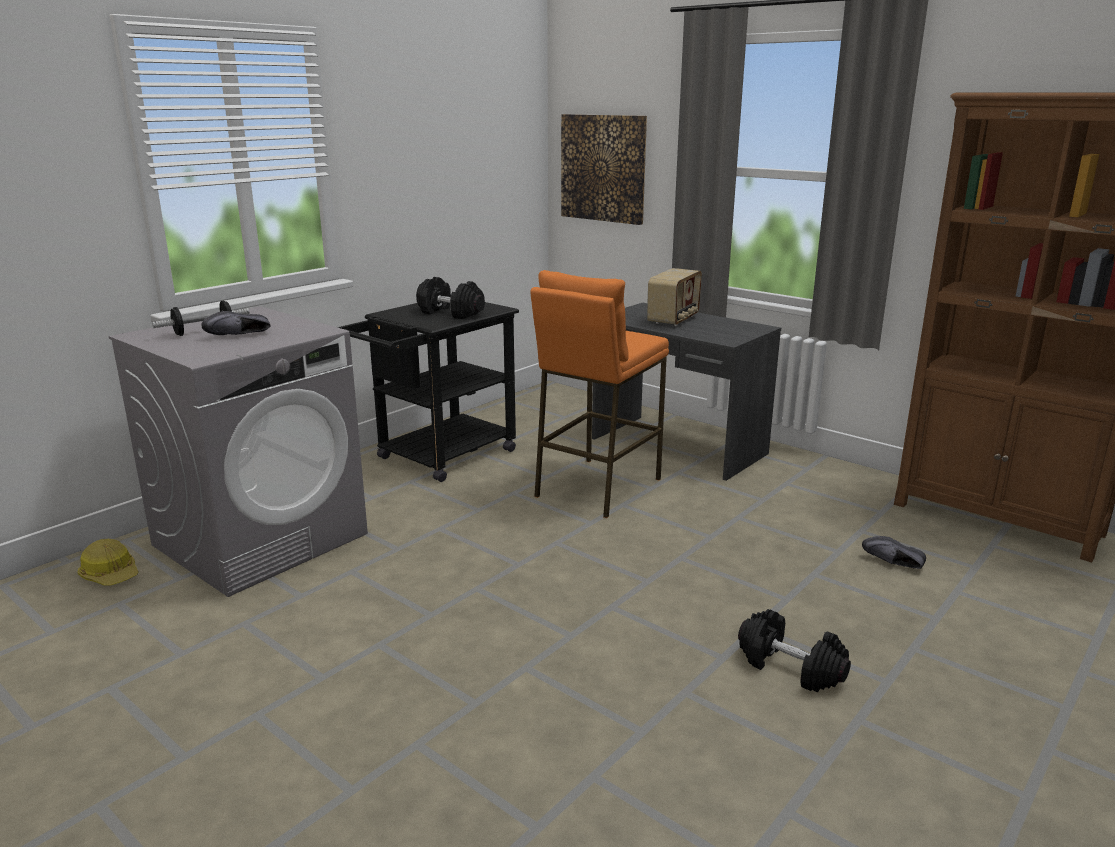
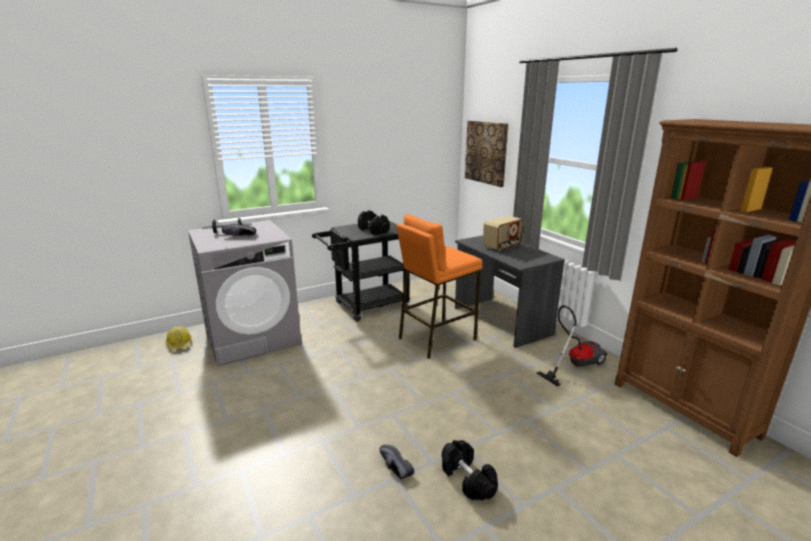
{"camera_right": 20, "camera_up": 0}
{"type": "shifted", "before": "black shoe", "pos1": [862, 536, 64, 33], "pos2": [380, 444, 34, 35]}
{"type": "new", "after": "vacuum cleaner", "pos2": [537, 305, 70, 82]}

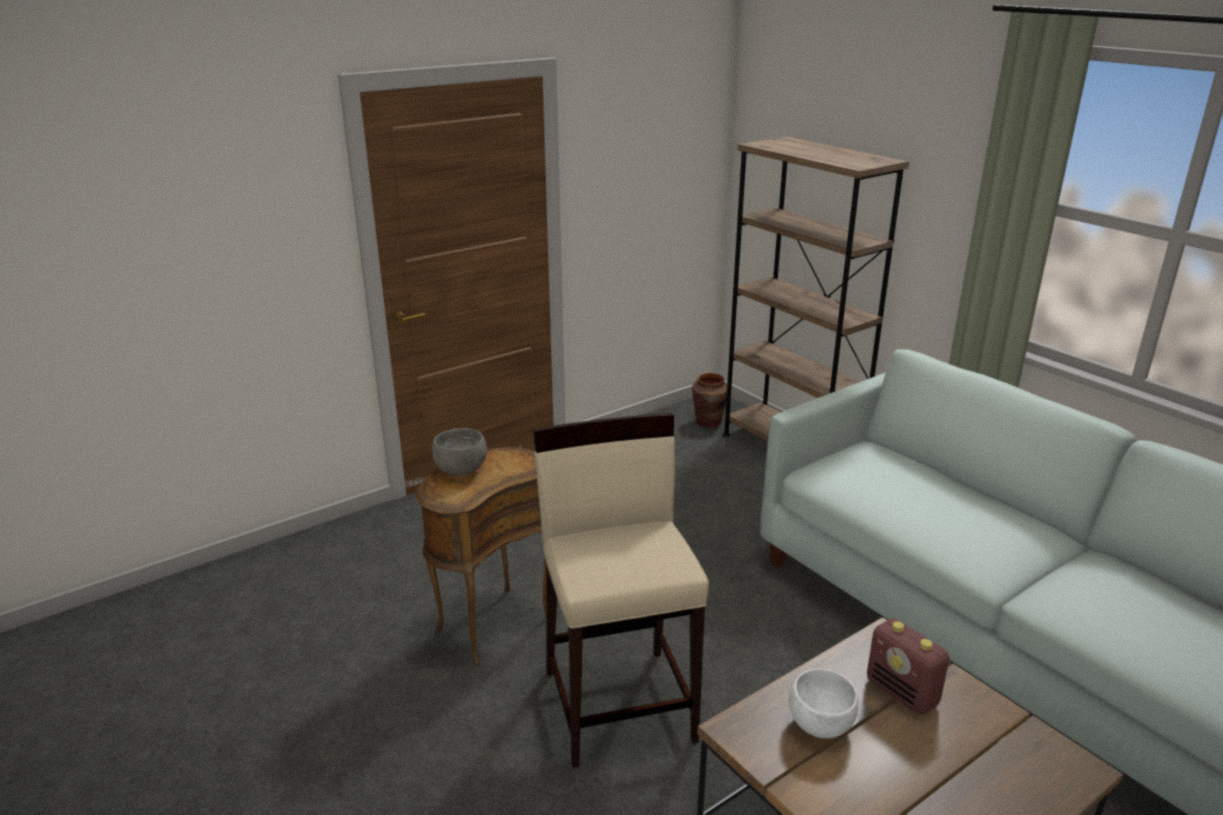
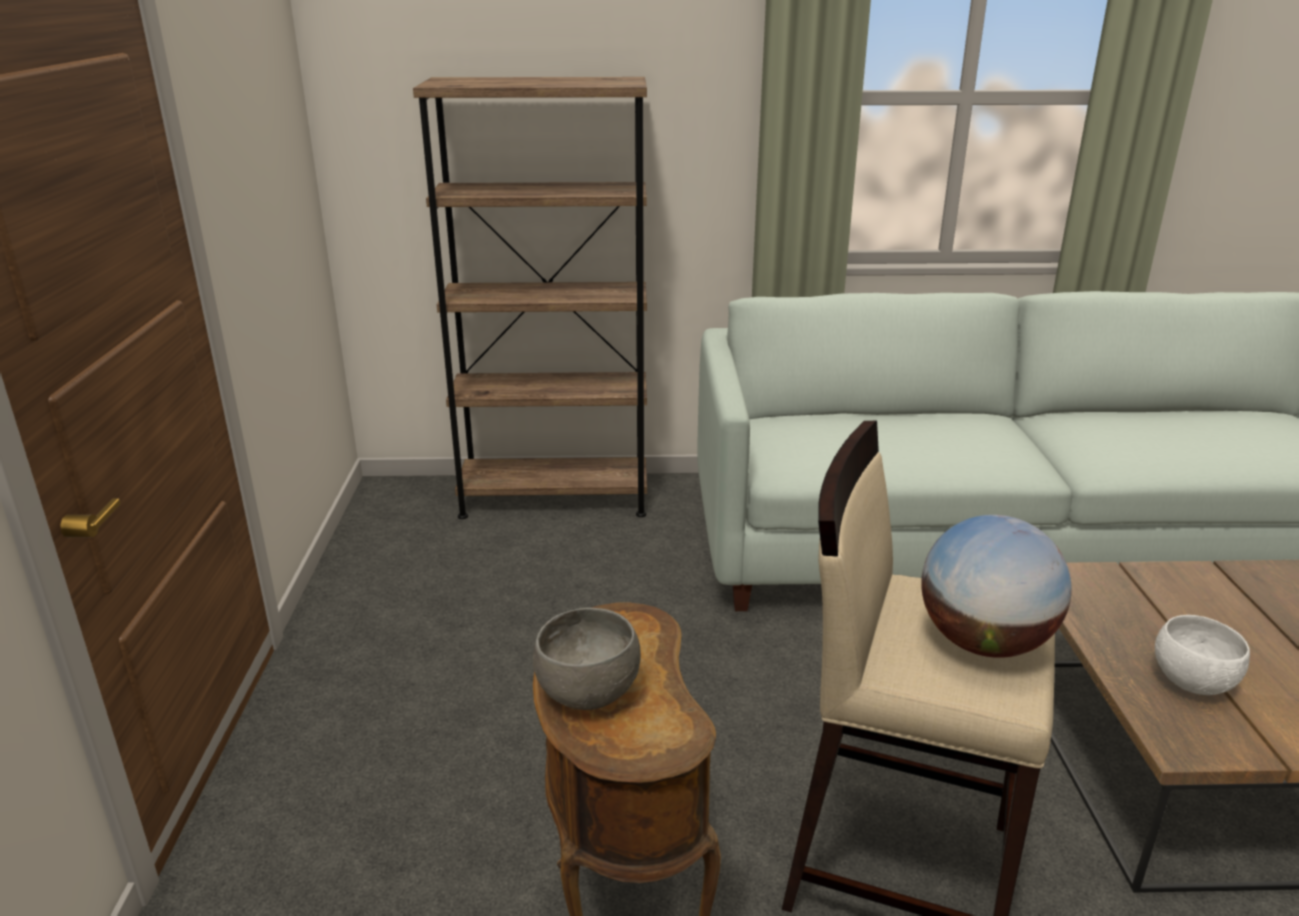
{"camera_right": -55, "camera_up": 0}
{"type": "new", "after": "globe", "pos2": [921, 515, 150, 143]}
{"type": "gone", "before": "brown vase", "pos1": [692, 373, 35, 55]}
{"type": "gone", "before": "radio", "pos1": [867, 618, 82, 97]}

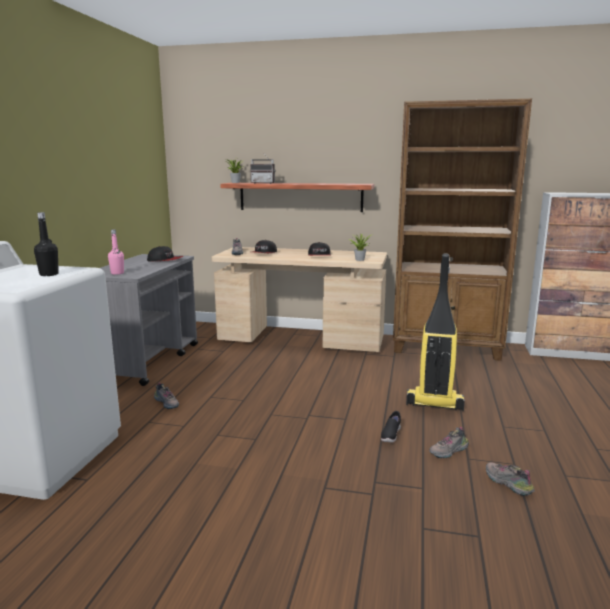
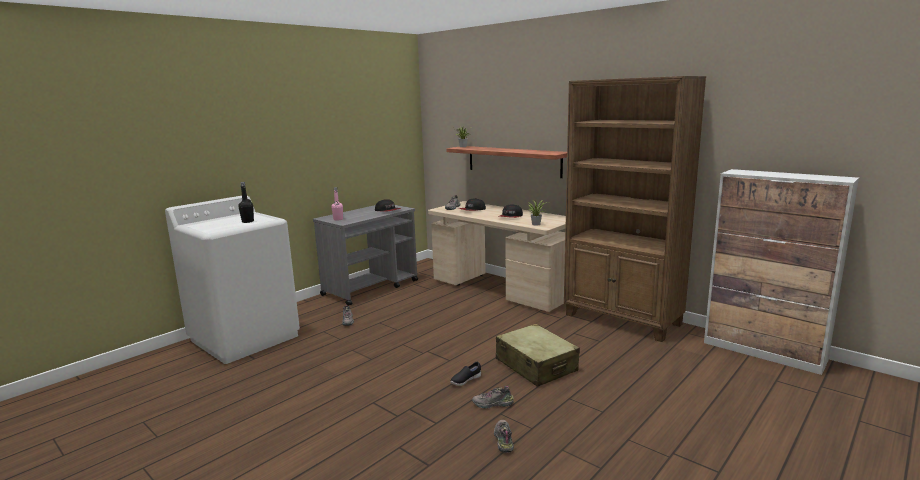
{"camera_right": 30, "camera_up": 0}
{"type": "swapped", "before": "vacuum cleaner", "after": "beige suitcase", "pos1": [406, 253, 59, 158], "pos2": [496, 324, 84, 63]}
{"type": "gone", "before": "radio", "pos1": [250, 154, 26, 30]}

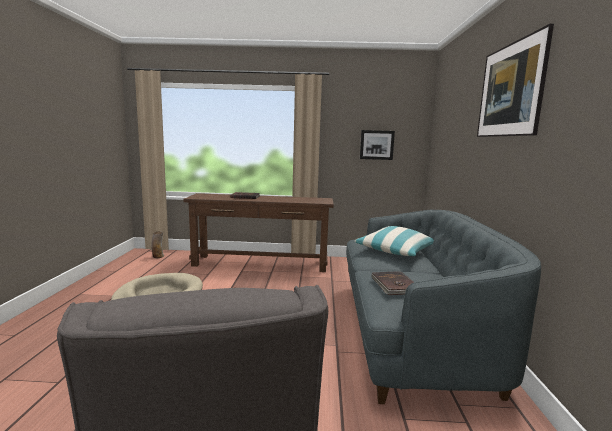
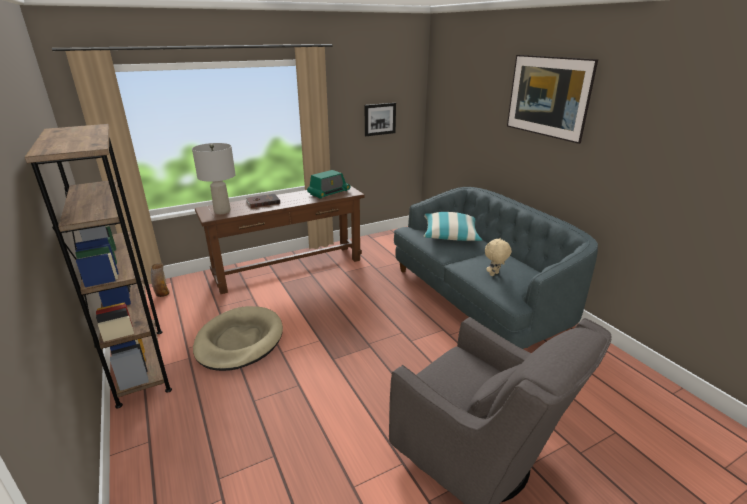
{"camera_right": -30, "camera_up": 15}
{"type": "new", "after": "brown bookcase", "pos2": [25, 124, 147, 284]}
{"type": "new", "after": "grey table lamp", "pos2": [192, 143, 44, 71]}
{"type": "new", "after": "radio", "pos2": [307, 170, 43, 29]}
{"type": "swapped", "before": "brown book", "after": "beige plush toy", "pos1": [371, 271, 43, 24], "pos2": [485, 237, 27, 39]}

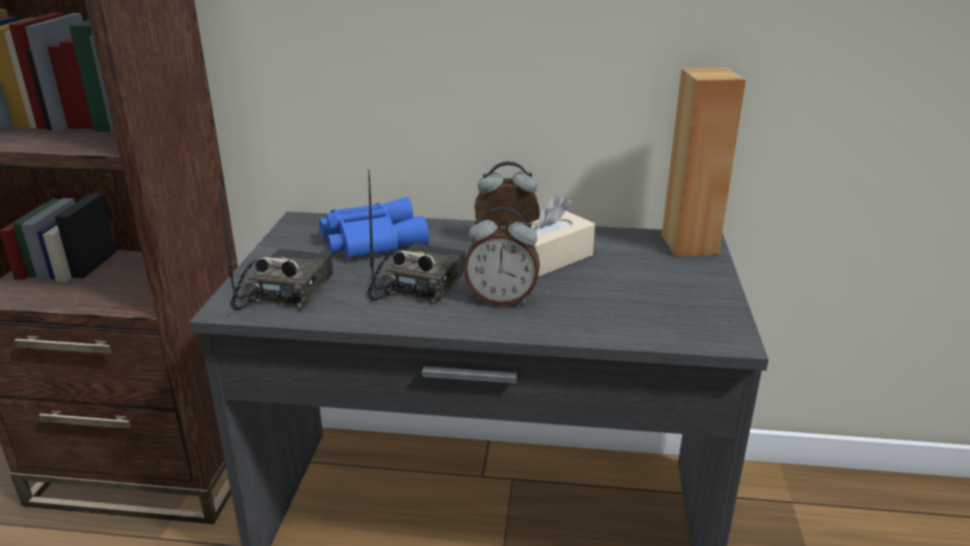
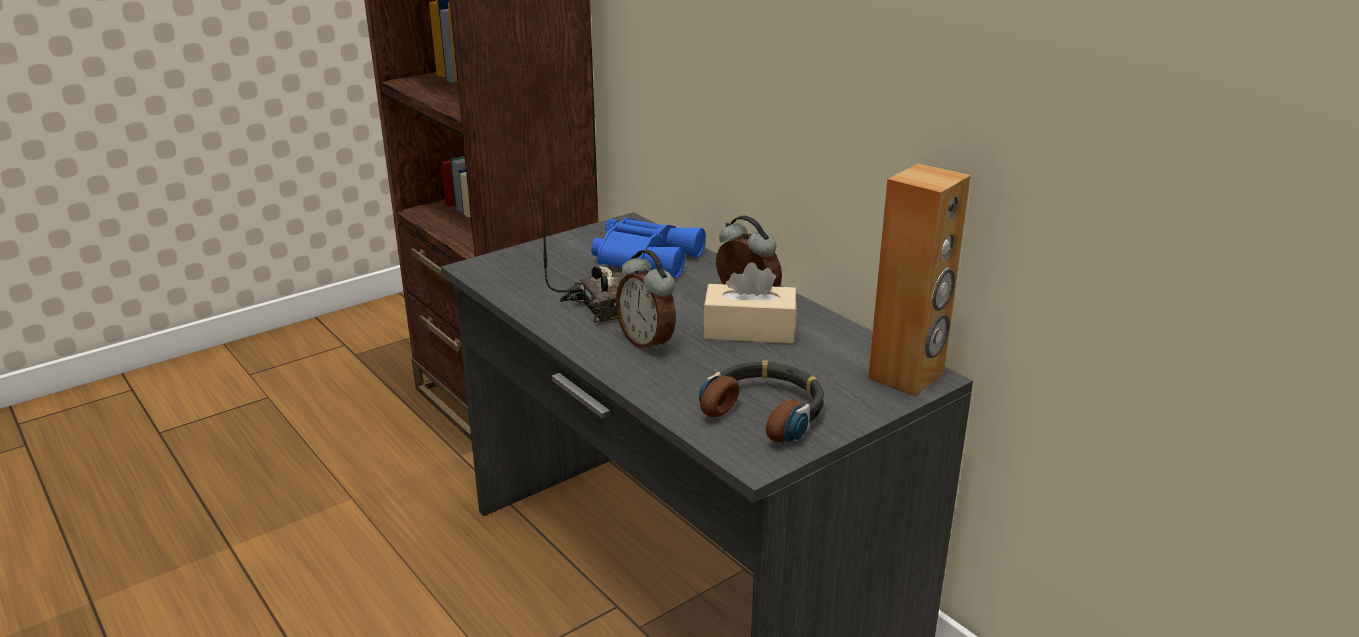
{"camera_right": 45, "camera_up": 0}
{"type": "new", "after": "headphones", "pos2": [699, 360, 125, 82]}
{"type": "gone", "before": "radio", "pos1": [218, 177, 115, 133]}

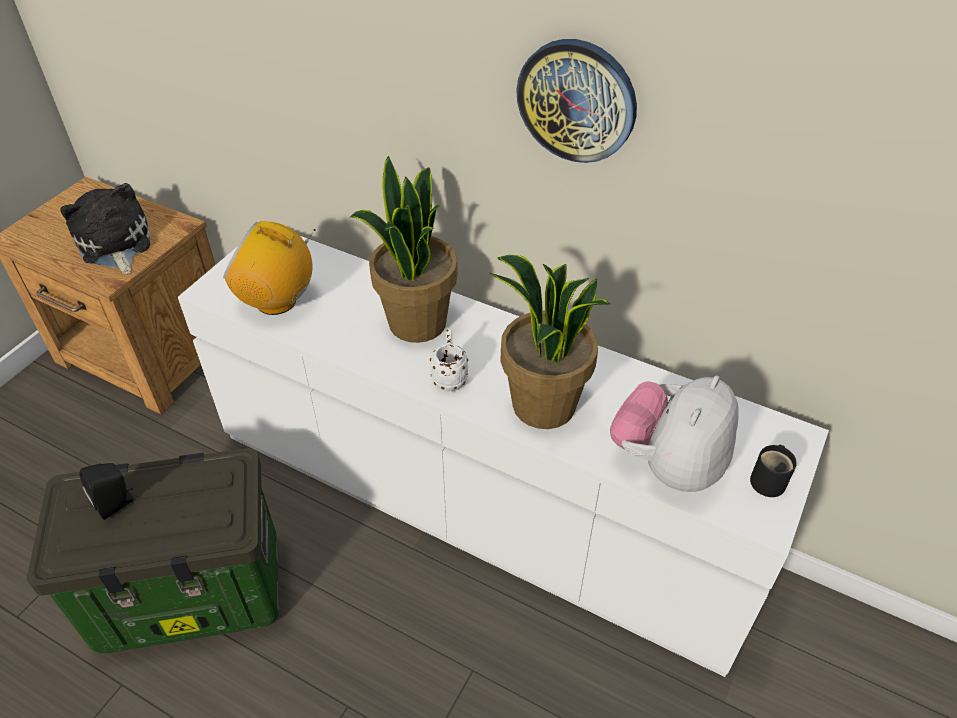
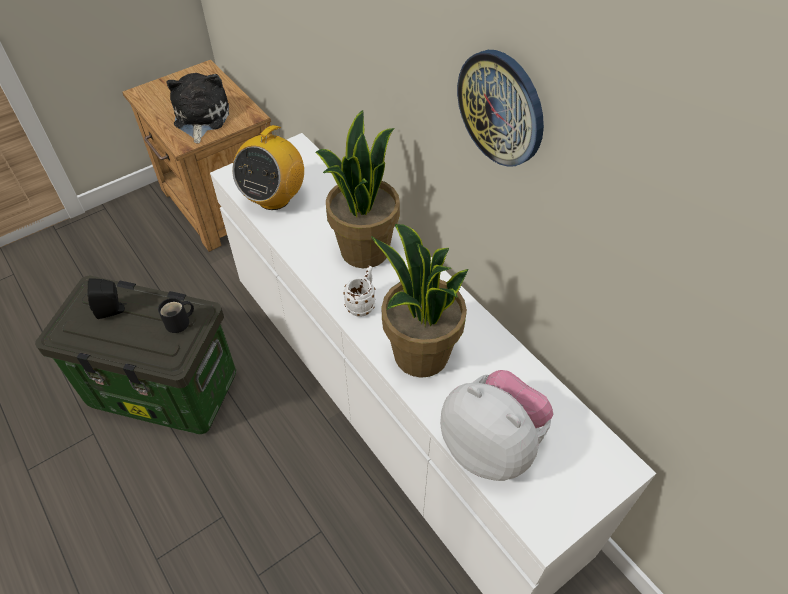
{"camera_right": 25, "camera_up": 5}
{"type": "shifted", "before": "black mug", "pos1": [750, 445, 47, 52], "pos2": [158, 298, 36, 35]}
{"type": "rotated", "before": "radio", "pos1": [223, 221, 93, 94], "pos2": [232, 121, 72, 89], "turn": -105}
{"type": "rotated", "before": "plush toy", "pos1": [610, 375, 129, 117], "pos2": [440, 370, 113, 111], "turn": 75}

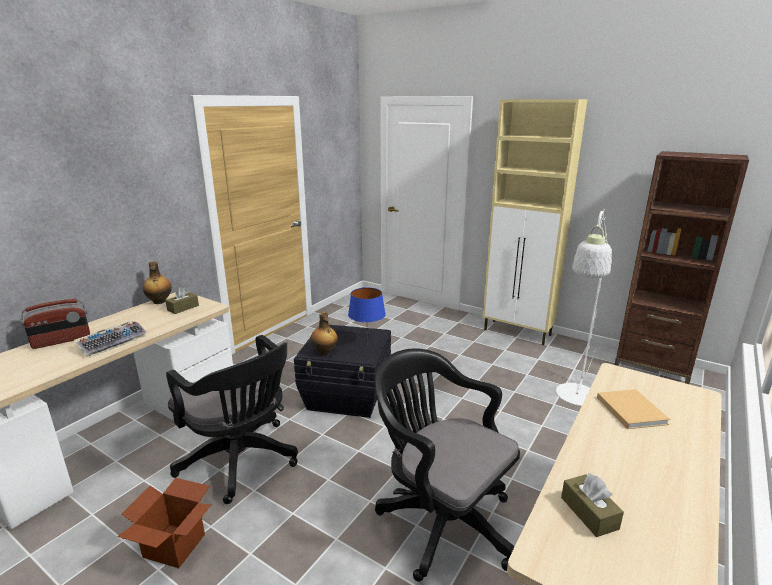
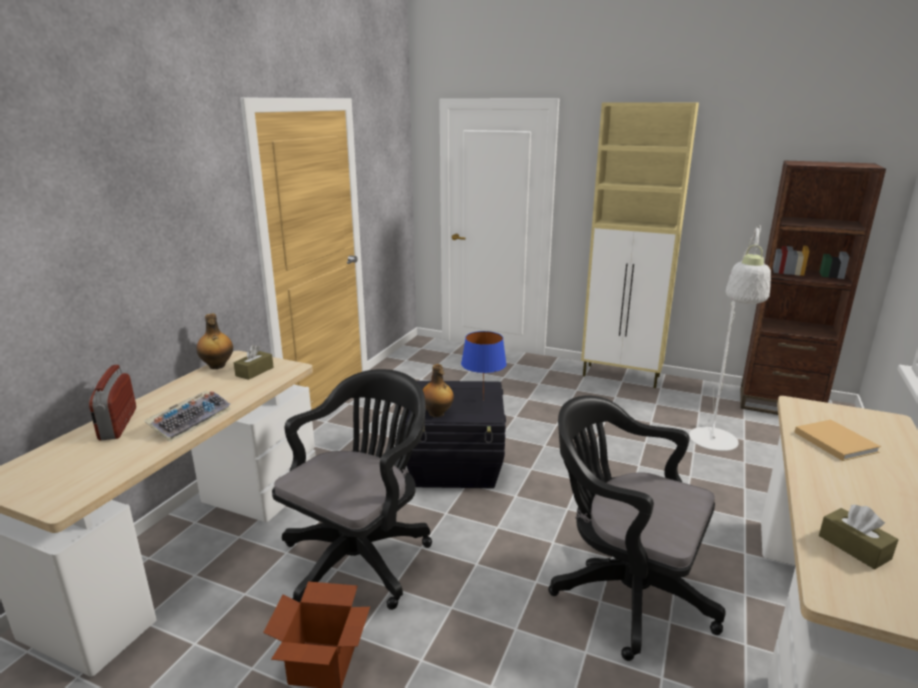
{"camera_right": -10, "camera_up": 0}
{"type": "rotated", "before": "radio", "pos1": [21, 299, 69, 50], "pos2": [89, 365, 47, 75], "turn": 120}
{"type": "rotated", "before": "black office chair", "pos1": [166, 335, 132, 169], "pos2": [272, 369, 160, 241], "turn": -90}

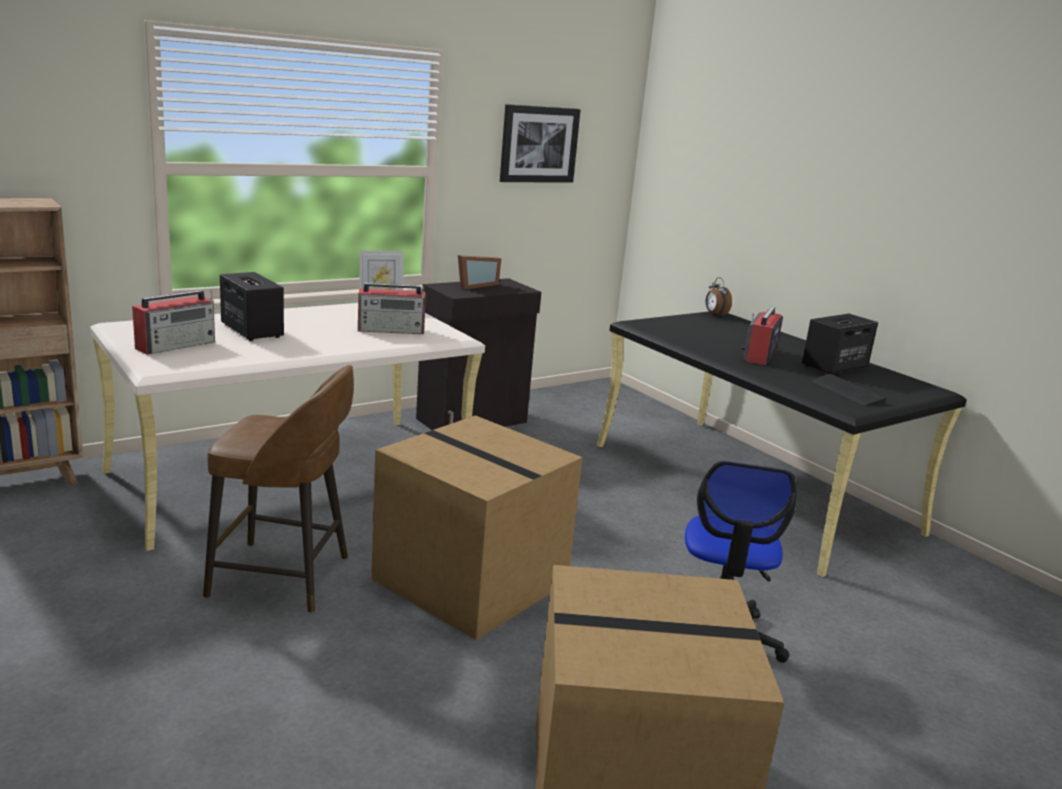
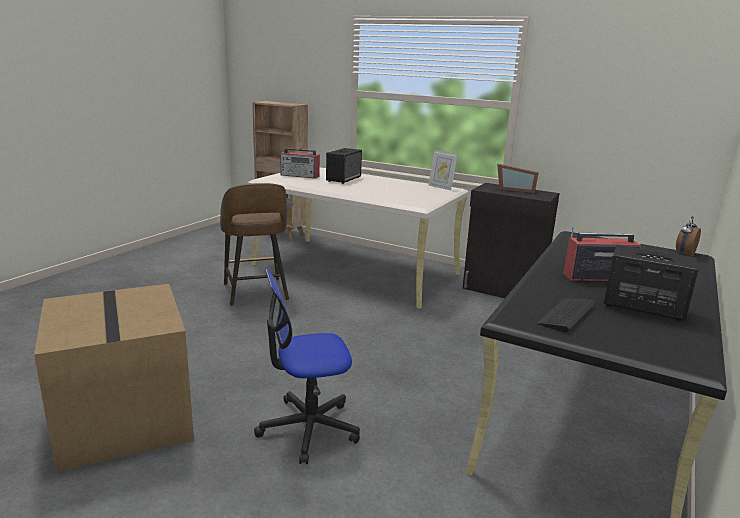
{"camera_right": 65, "camera_up": 0}
{"type": "gone", "before": "radio", "pos1": [358, 283, 68, 51]}
{"type": "gone", "before": "cardboard box", "pos1": [371, 415, 212, 225]}
{"type": "gone", "before": "picture", "pos1": [500, 104, 81, 79]}

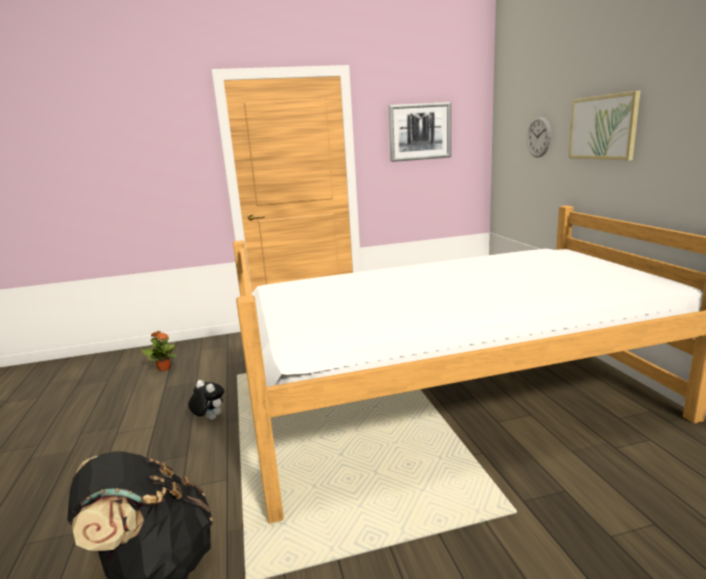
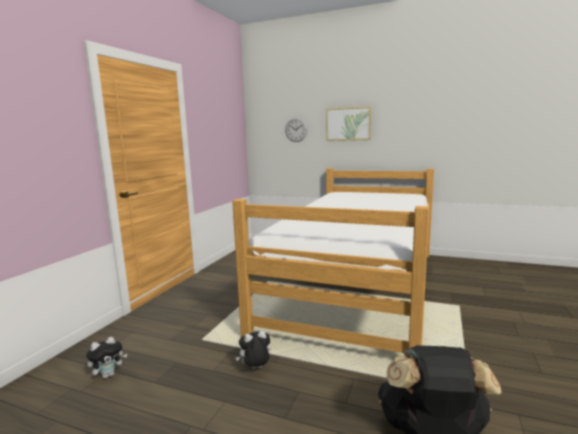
{"camera_right": -55, "camera_up": -5}
{"type": "swapped", "before": "potted plant", "after": "plush toy", "pos1": [141, 331, 35, 40], "pos2": [86, 337, 41, 42]}
{"type": "gone", "before": "picture", "pos1": [389, 102, 62, 60]}

